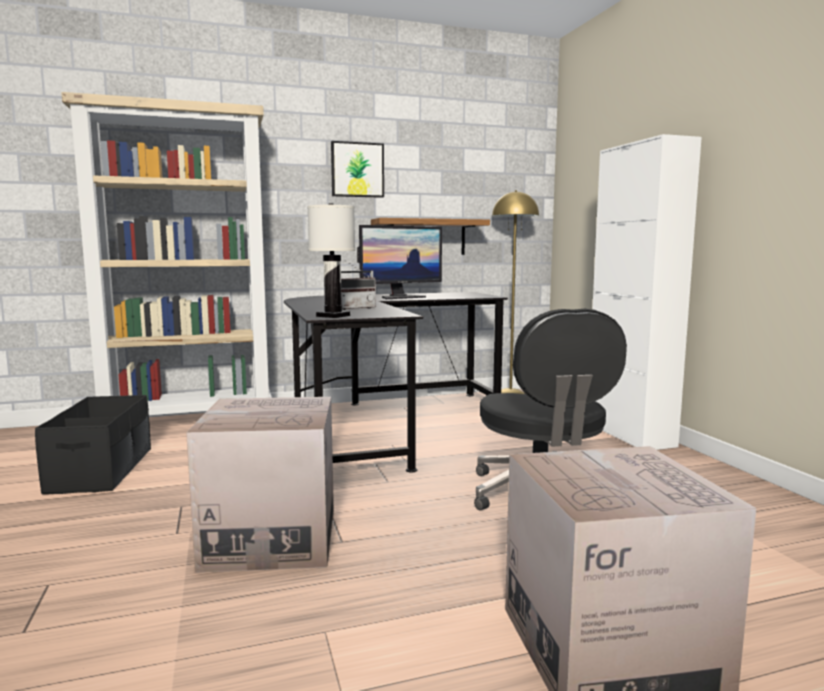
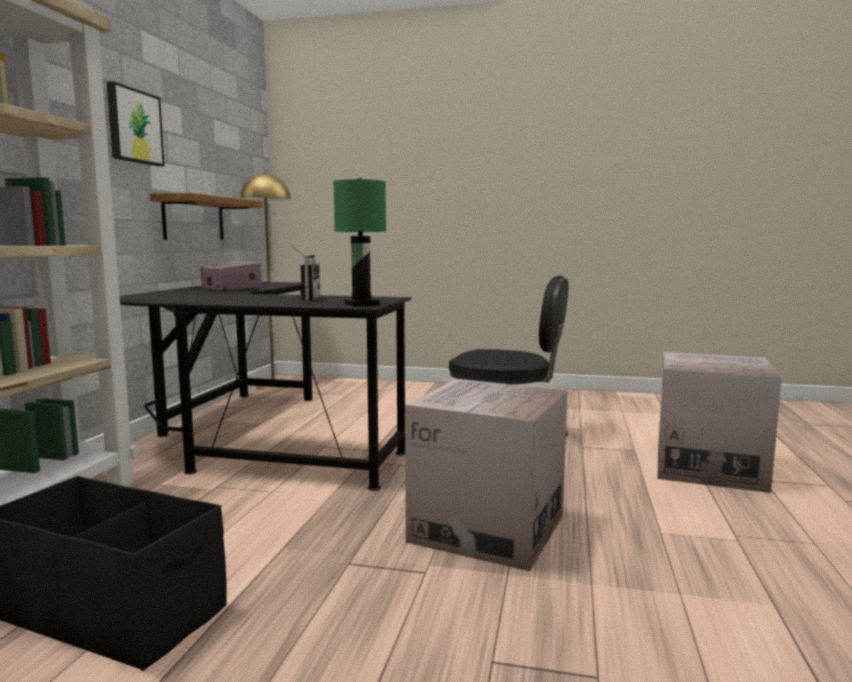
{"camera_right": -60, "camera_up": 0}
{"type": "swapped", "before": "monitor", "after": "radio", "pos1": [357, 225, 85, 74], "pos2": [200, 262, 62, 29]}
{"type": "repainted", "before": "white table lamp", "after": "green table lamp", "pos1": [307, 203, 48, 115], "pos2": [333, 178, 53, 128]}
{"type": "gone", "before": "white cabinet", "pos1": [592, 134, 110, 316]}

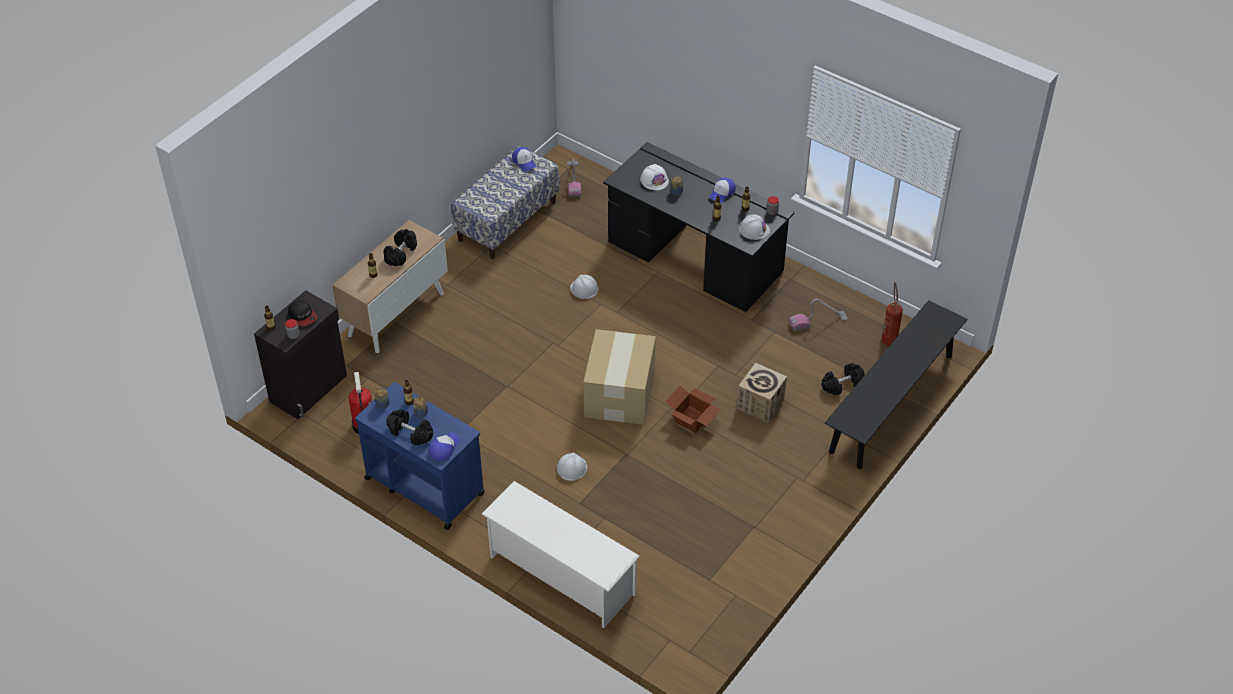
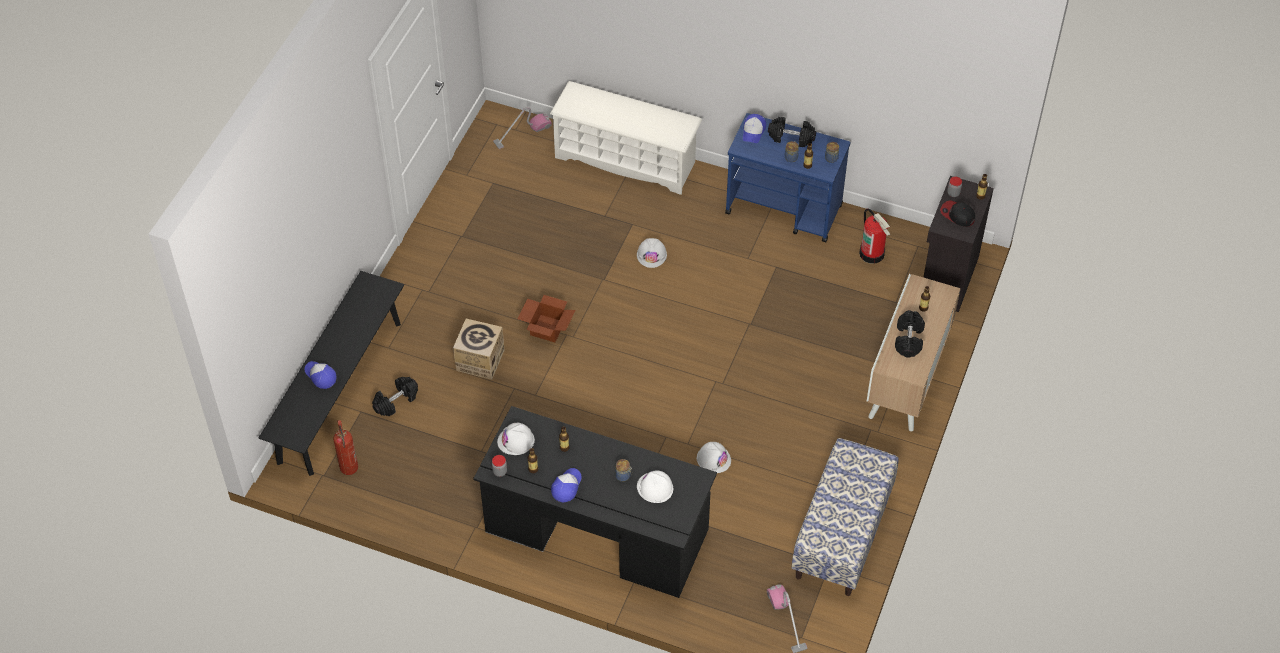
{"camera_right": 165, "camera_up": 5}
{"type": "shifted", "before": "cap", "pos1": [512, 147, 24, 24], "pos2": [305, 361, 31, 28]}
{"type": "shifted", "before": "vacuum cleaner", "pos1": [789, 299, 59, 32], "pos2": [493, 107, 59, 42]}
{"type": "gone", "before": "cardboard box", "pos1": [583, 329, 73, 96]}

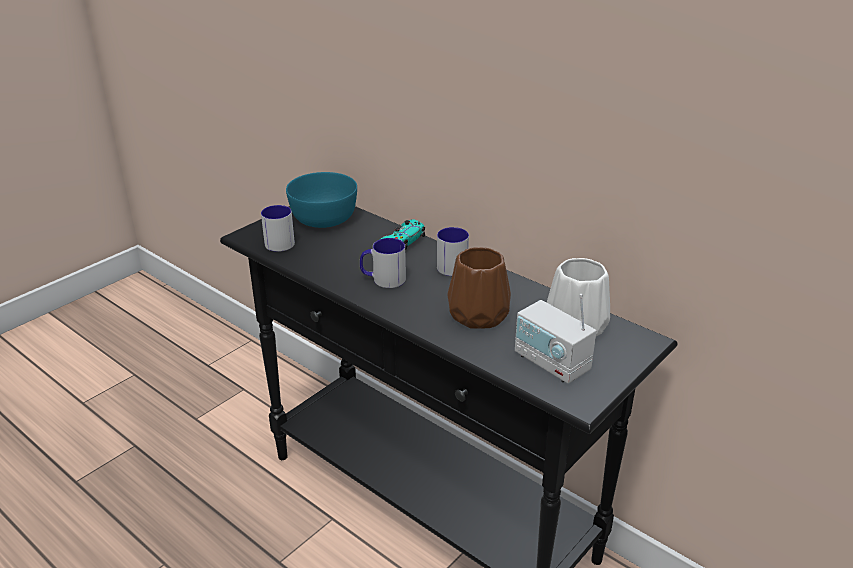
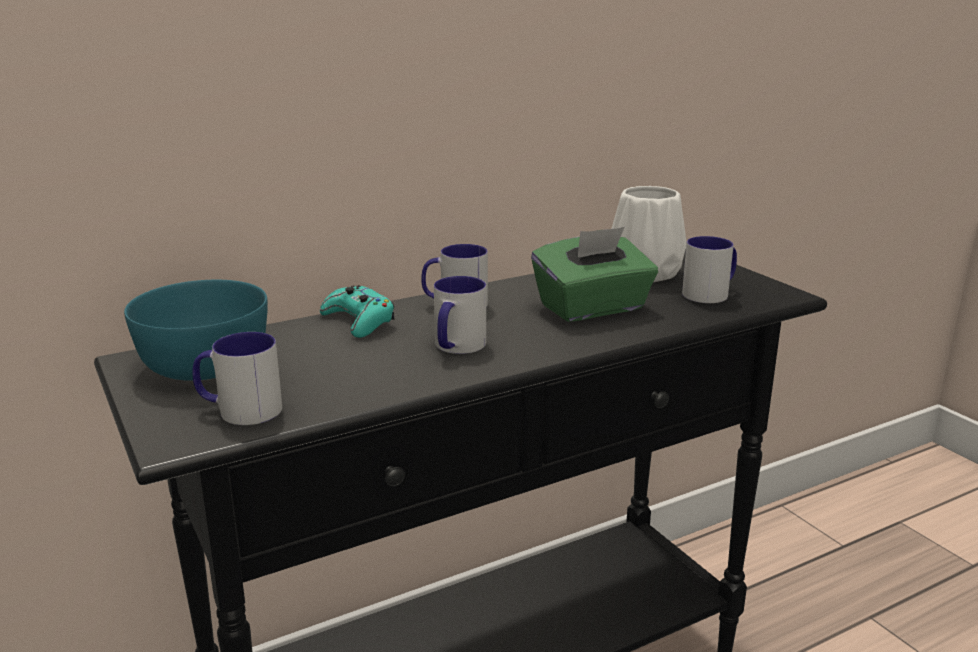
{"camera_right": -70, "camera_up": -10}
{"type": "swapped", "before": "brown vase", "after": "green tissue box", "pos1": [447, 247, 64, 82], "pos2": [531, 227, 127, 95]}
{"type": "swapped", "before": "radio", "after": "mug", "pos1": [515, 294, 82, 90], "pos2": [682, 236, 55, 67]}

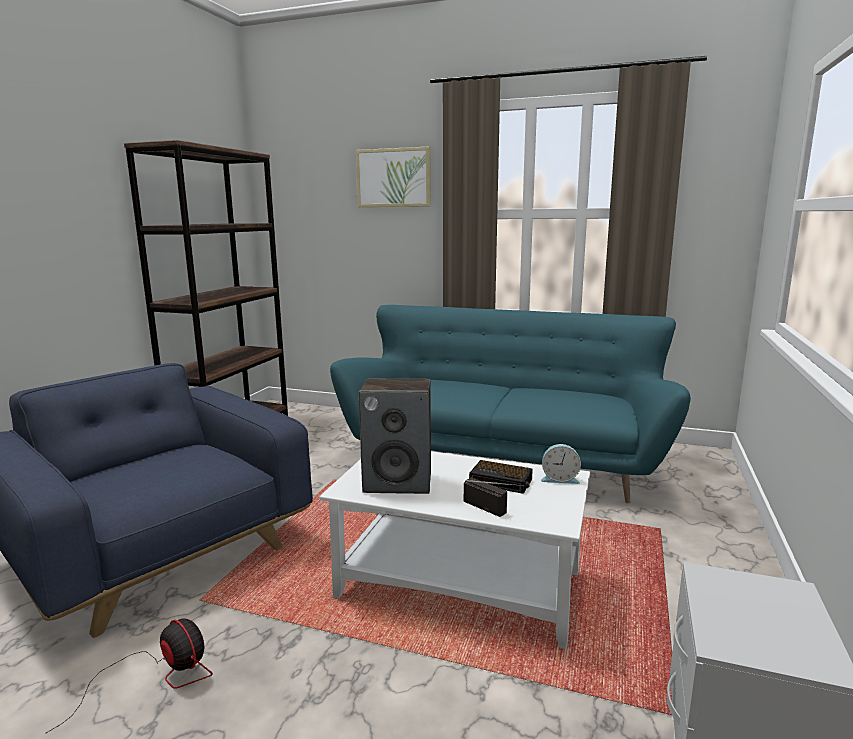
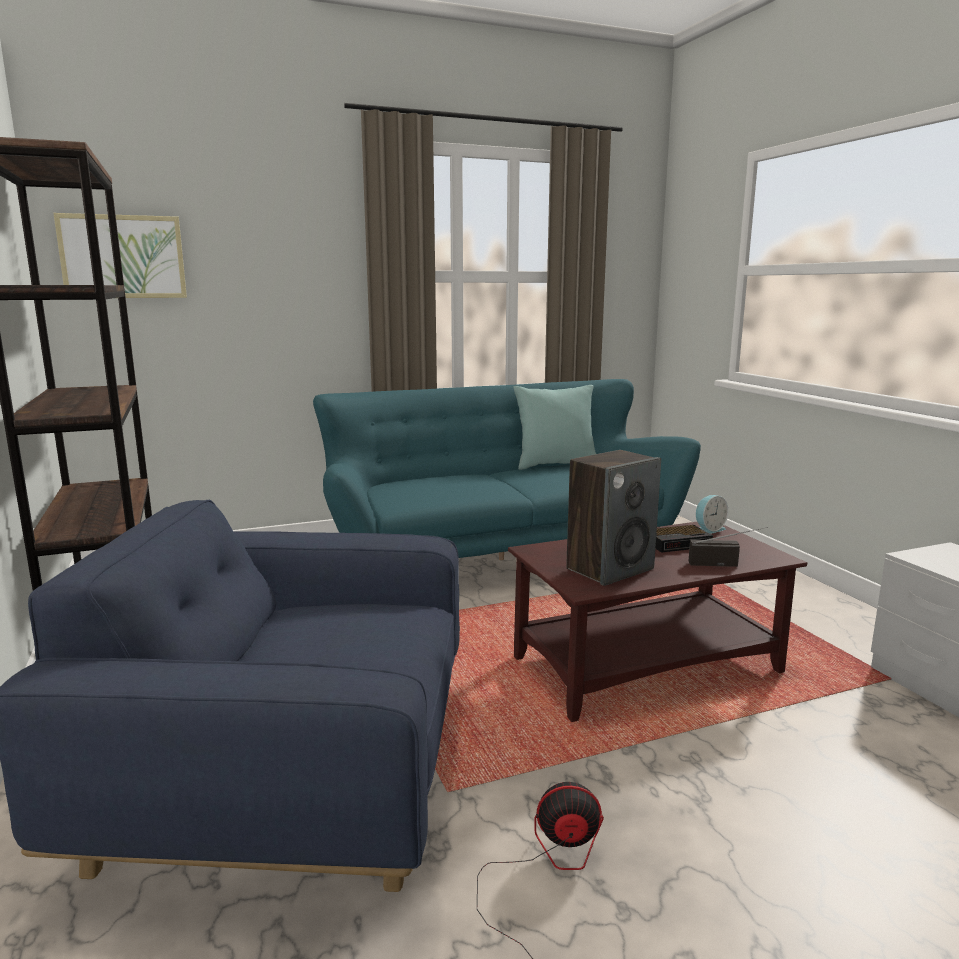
{"camera_right": -40, "camera_up": 0}
{"type": "shifted", "before": "picture", "pos1": [356, 147, 75, 60], "pos2": [53, 213, 134, 85]}
{"type": "repainted", "before": "white coffee table", "after": "brown coffee table", "pos1": [319, 451, 271, 198], "pos2": [508, 522, 299, 200]}
{"type": "new", "after": "turquoise pillow", "pos2": [513, 385, 83, 85]}

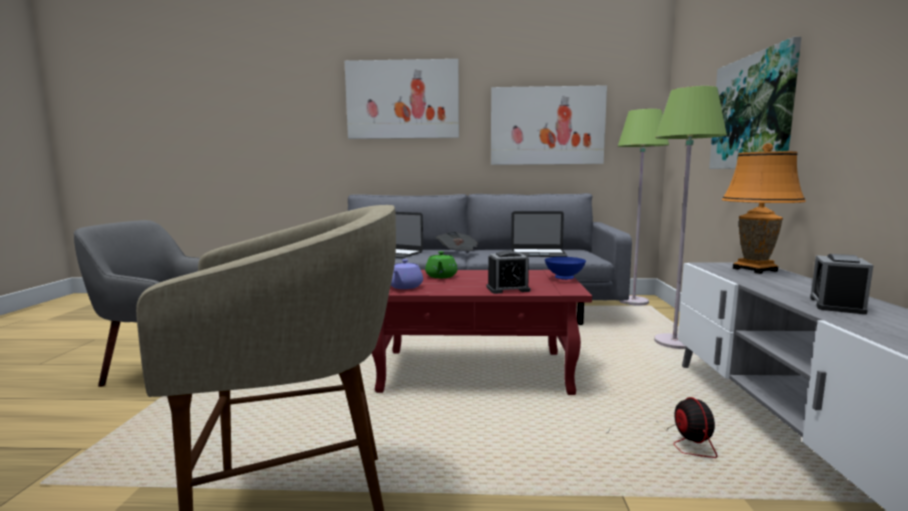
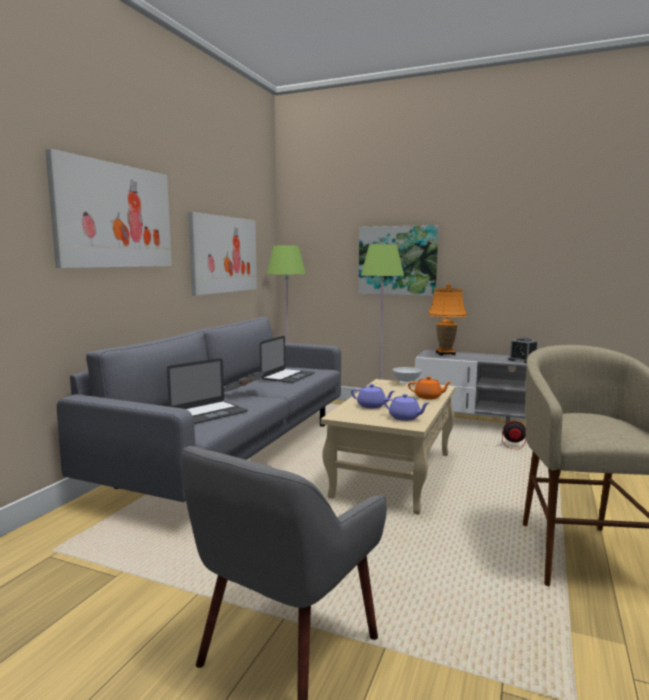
{"camera_right": -70, "camera_up": 0}
{"type": "repainted", "before": "red coffee table", "after": "beige coffee table", "pos1": [372, 270, 220, 125], "pos2": [321, 379, 134, 136]}
{"type": "repainted", "before": "green teapot", "after": "purple teapot", "pos1": [425, 251, 33, 27], "pos2": [351, 384, 44, 24]}
{"type": "repainted", "before": "blue bowl", "after": "white bowl", "pos1": [545, 257, 41, 23], "pos2": [392, 367, 30, 17]}
{"type": "swapped", "before": "alarm clock", "after": "orange teapot", "pos1": [487, 250, 43, 44], "pos2": [408, 376, 43, 23]}

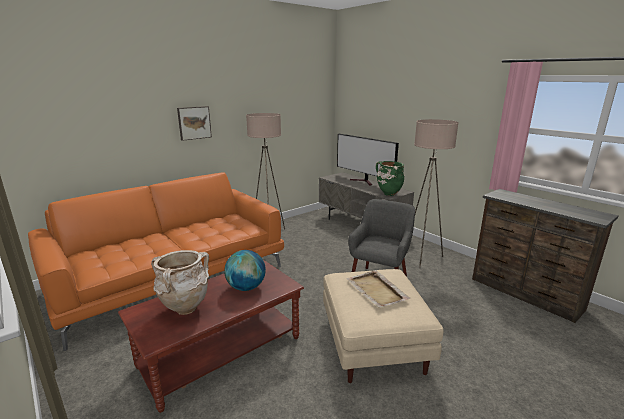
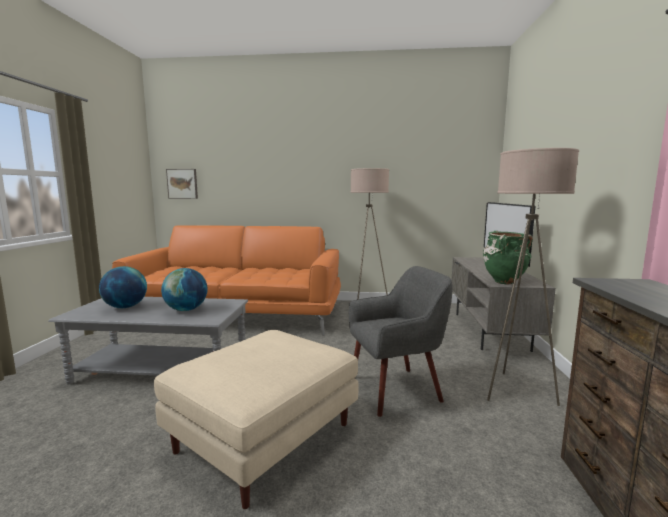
{"camera_right": 45, "camera_up": -10}
{"type": "repainted", "before": "brown coffee table", "after": "grey coffee table", "pos1": [118, 260, 186, 153], "pos2": [48, 297, 200, 87]}
{"type": "swapped", "before": "beige vase", "after": "globe", "pos1": [151, 250, 58, 65], "pos2": [99, 266, 48, 42]}
{"type": "shifted", "before": "picture", "pos1": [177, 106, 35, 35], "pos2": [166, 169, 32, 30]}
{"type": "gone", "before": "beige tray", "pos1": [346, 270, 65, 38]}

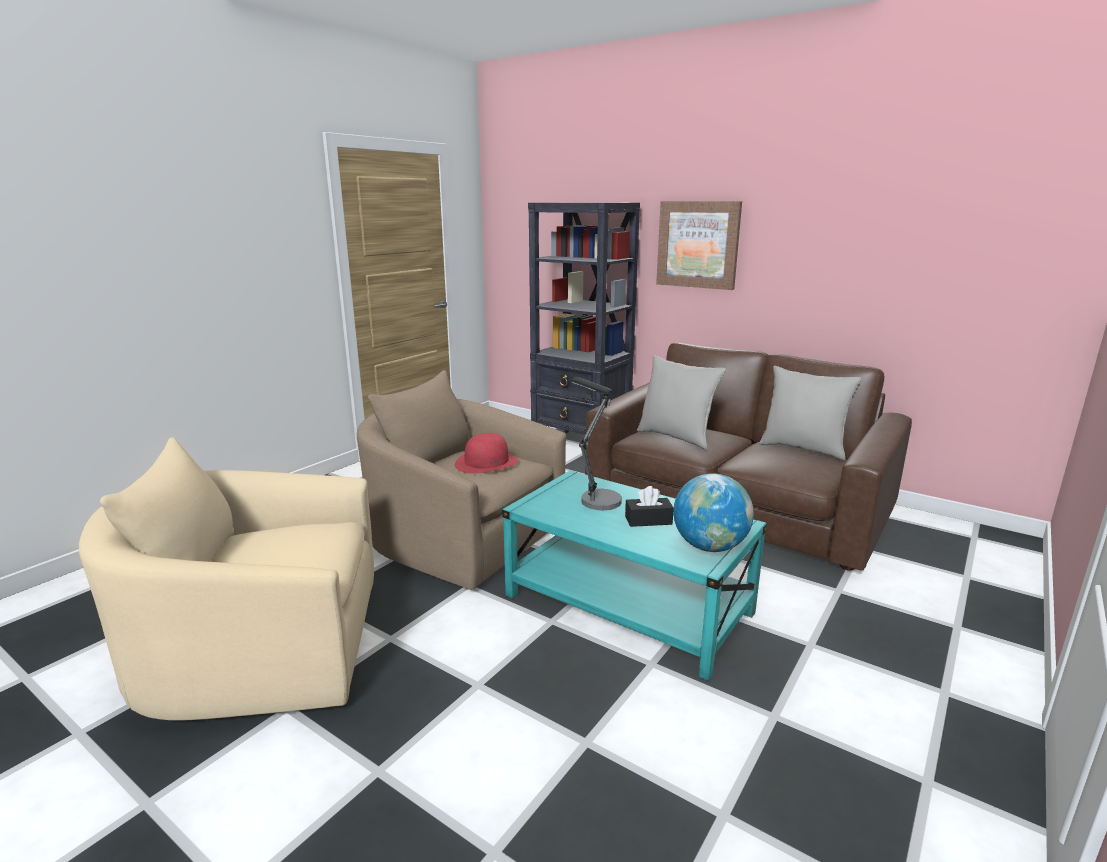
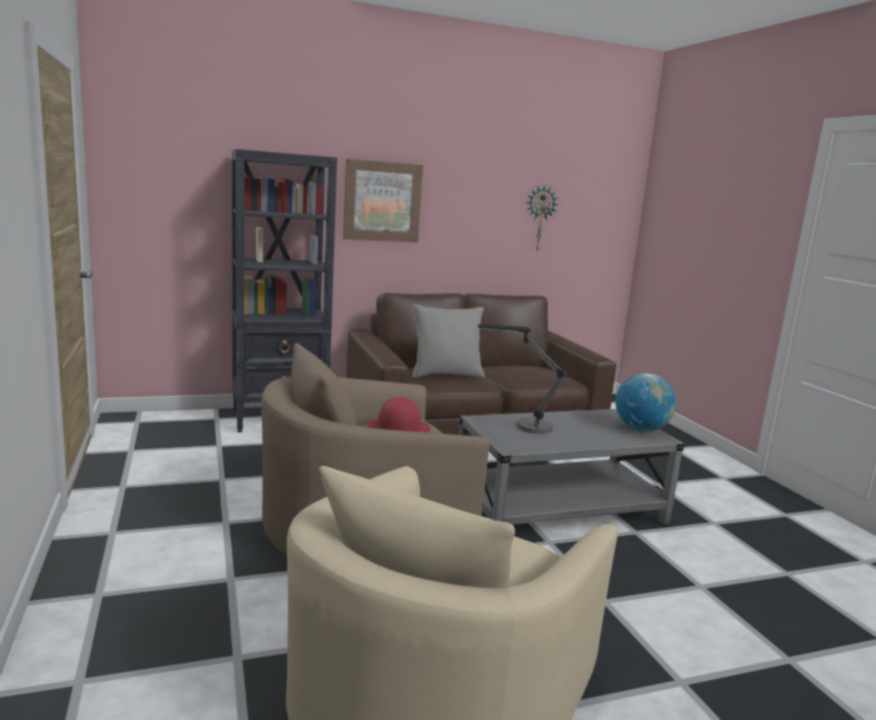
{"camera_right": -55, "camera_up": -5}
{"type": "repainted", "before": "turquoise coffee table", "after": "grey coffee table", "pos1": [502, 470, 265, 211], "pos2": [459, 409, 225, 116]}
{"type": "new", "after": "wall clock", "pos2": [526, 185, 32, 66]}
{"type": "gone", "before": "black tissue box", "pos1": [625, 486, 49, 41]}
{"type": "gone", "before": "grey pillow", "pos1": [759, 366, 102, 94]}

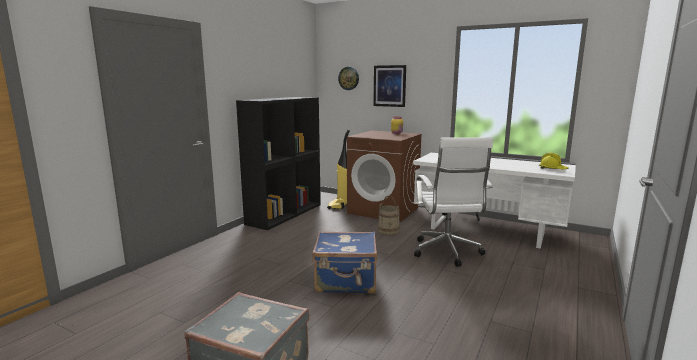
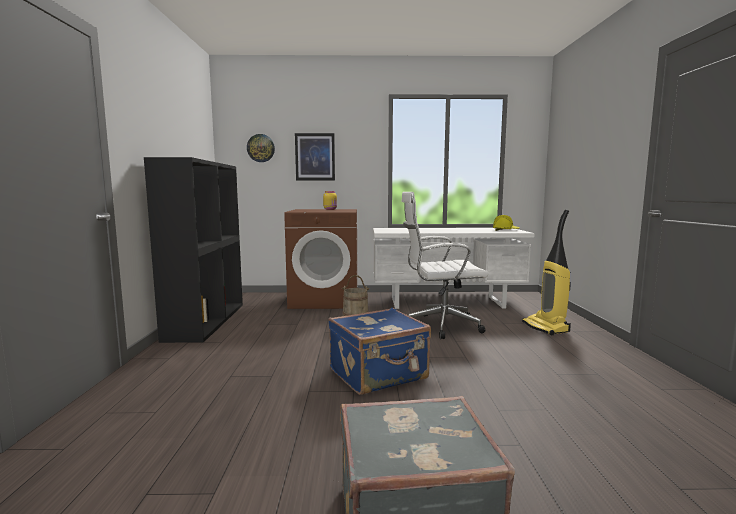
{"camera_right": -30, "camera_up": -5}
{"type": "rotated", "before": "white office chair", "pos1": [414, 137, 79, 130], "pos2": [401, 192, 87, 147], "turn": 120}
{"type": "shifted", "before": "vacuum cleaner", "pos1": [327, 130, 23, 79], "pos2": [522, 210, 49, 125]}

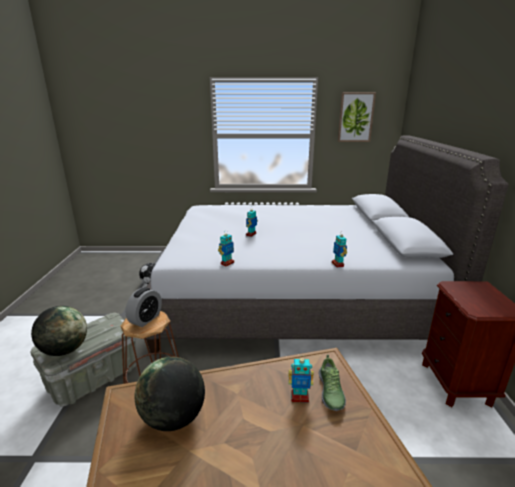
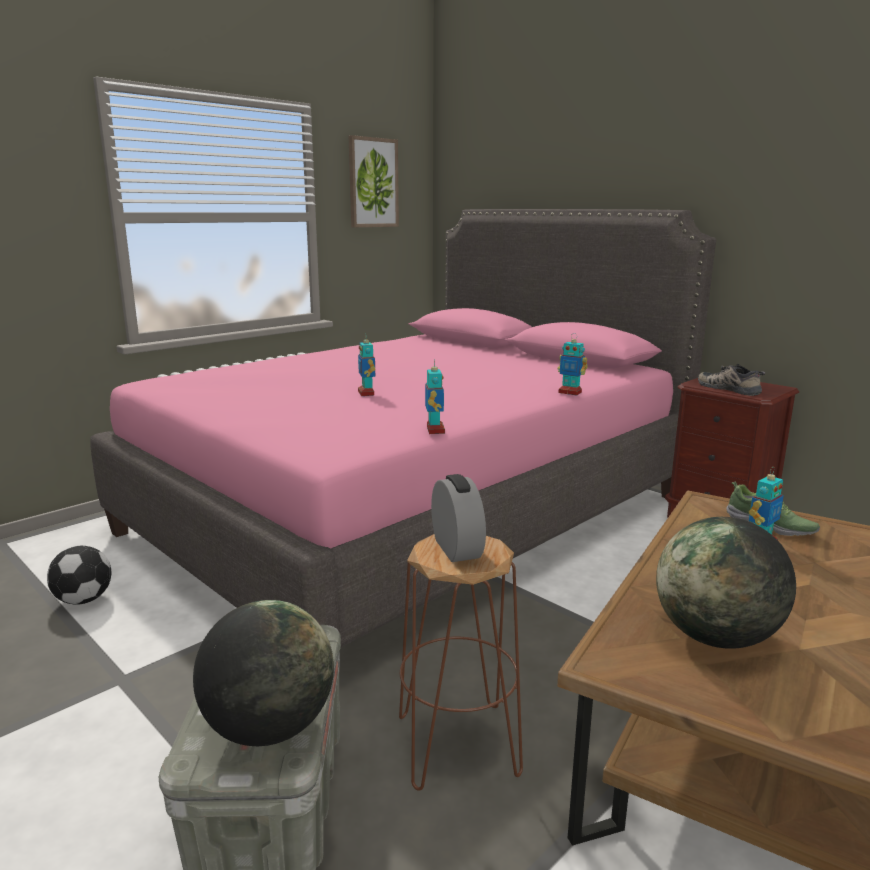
{"camera_right": -45, "camera_up": -5}
{"type": "repainted", "before": "grey bed", "after": "pink bed", "pos1": [146, 136, 363, 217], "pos2": [91, 209, 625, 438]}
{"type": "new", "after": "shoe", "pos2": [698, 364, 68, 32]}

